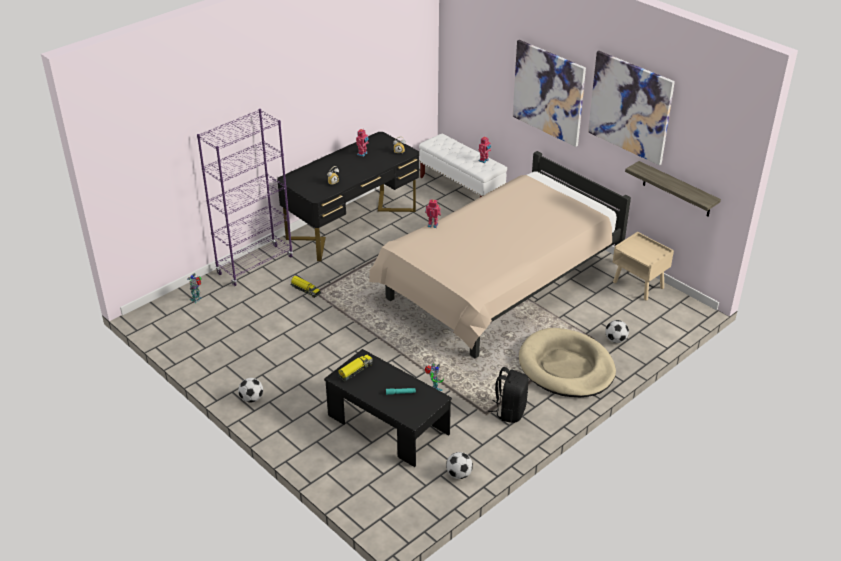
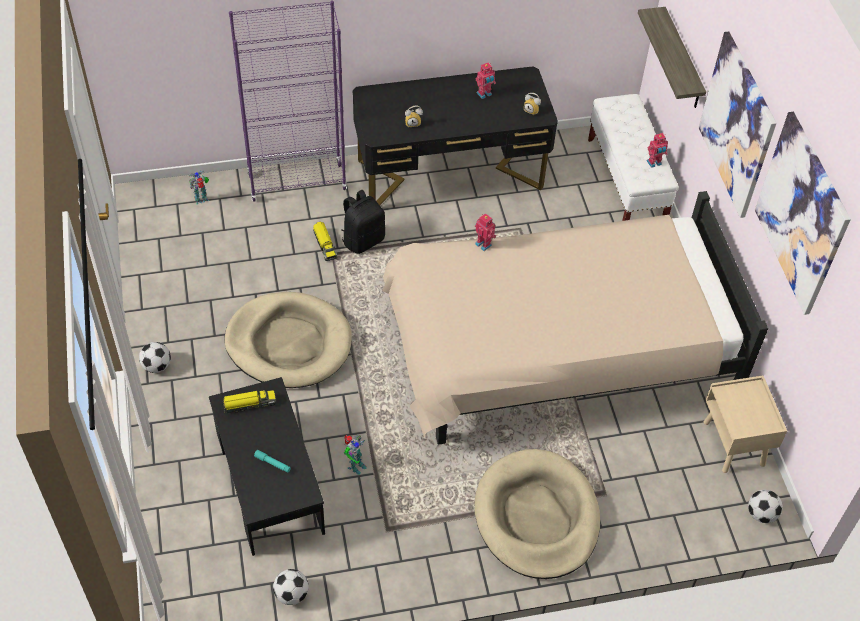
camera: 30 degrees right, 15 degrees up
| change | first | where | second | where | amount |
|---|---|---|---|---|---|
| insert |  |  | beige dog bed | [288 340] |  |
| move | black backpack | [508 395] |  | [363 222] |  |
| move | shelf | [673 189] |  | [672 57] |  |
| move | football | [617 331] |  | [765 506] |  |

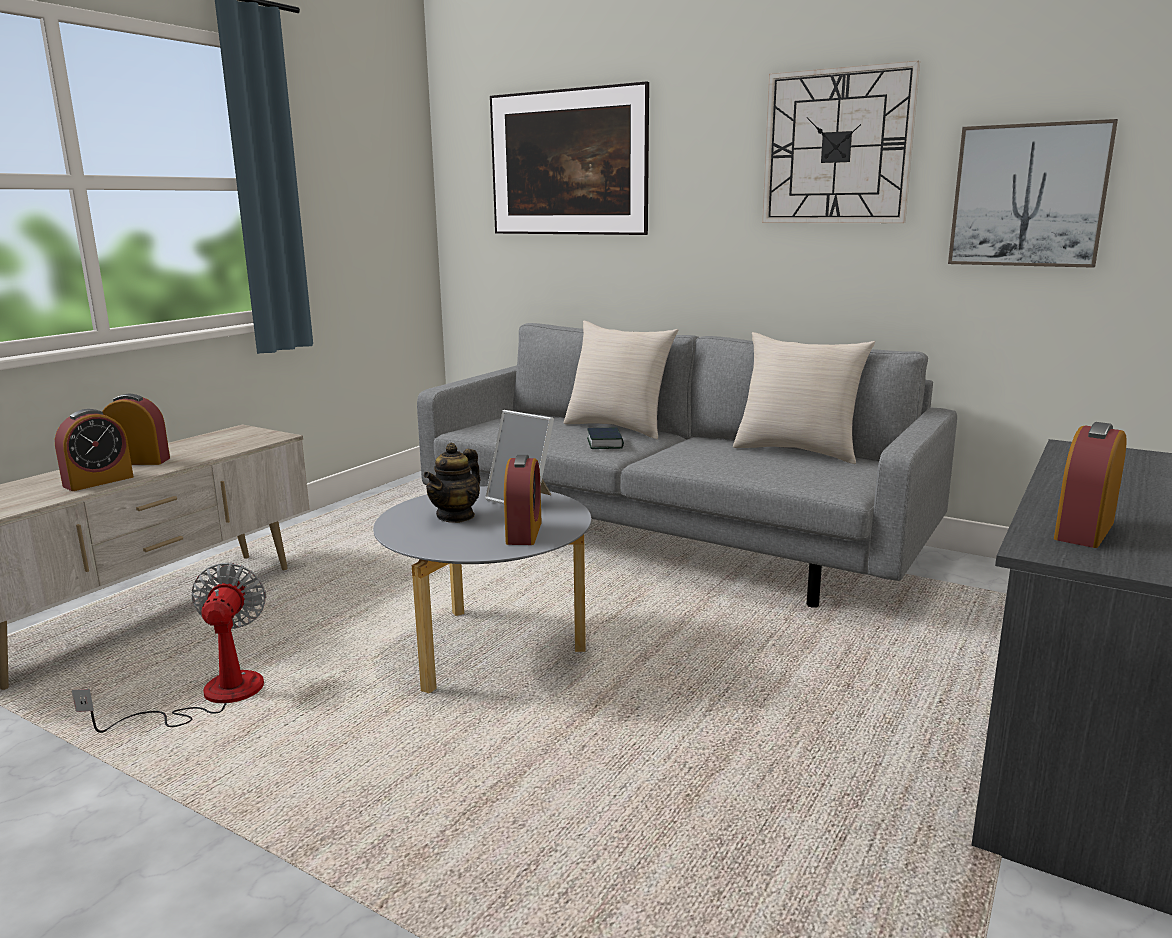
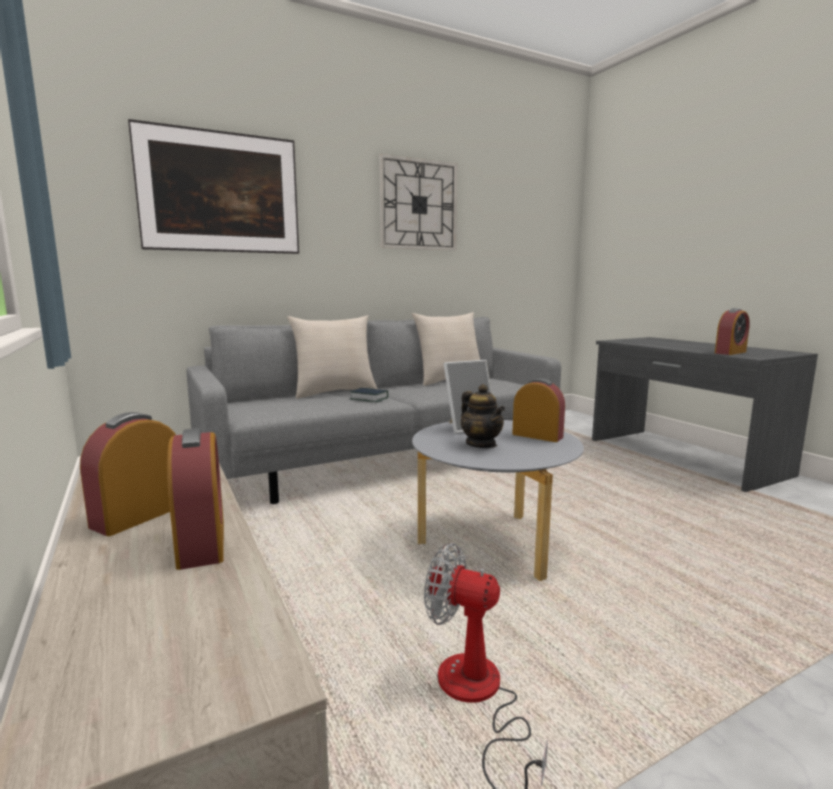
camera: 60 degrees left, 5 degrees down
| change | first | where | second | where | amount |
|---|---|---|---|---|---|
| rotate | alarm clock | [1090 485] |  | [732 331] | 105 degrees counterclockwise |
| delete | picture | [1033 193] |  |  |  |

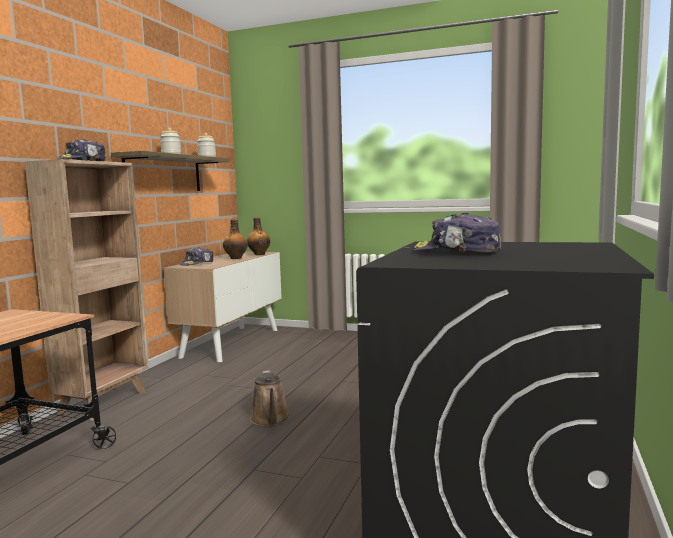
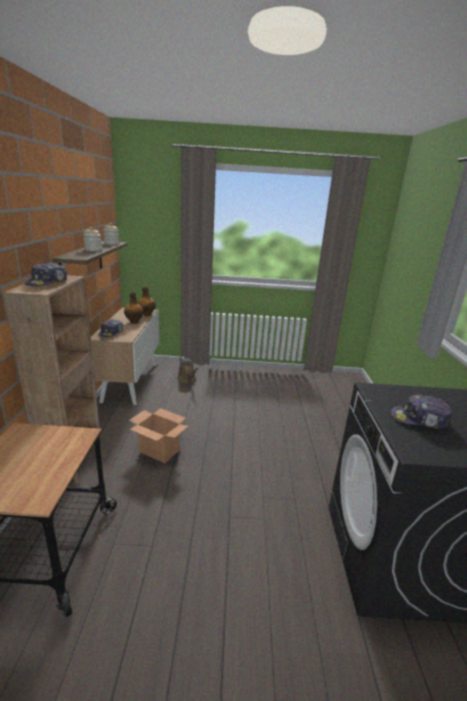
camera: 20 degrees left, 15 degrees up
| change | first | where | second | where | amount |
|---|---|---|---|---|---|
| insert |  |  | cardboard box | [158 435] |  |
| move | brown watering can | [270 398] |  | [187 370] |  |

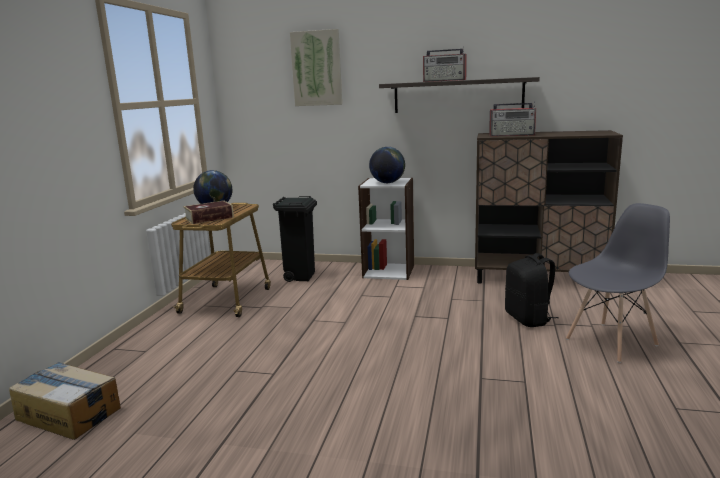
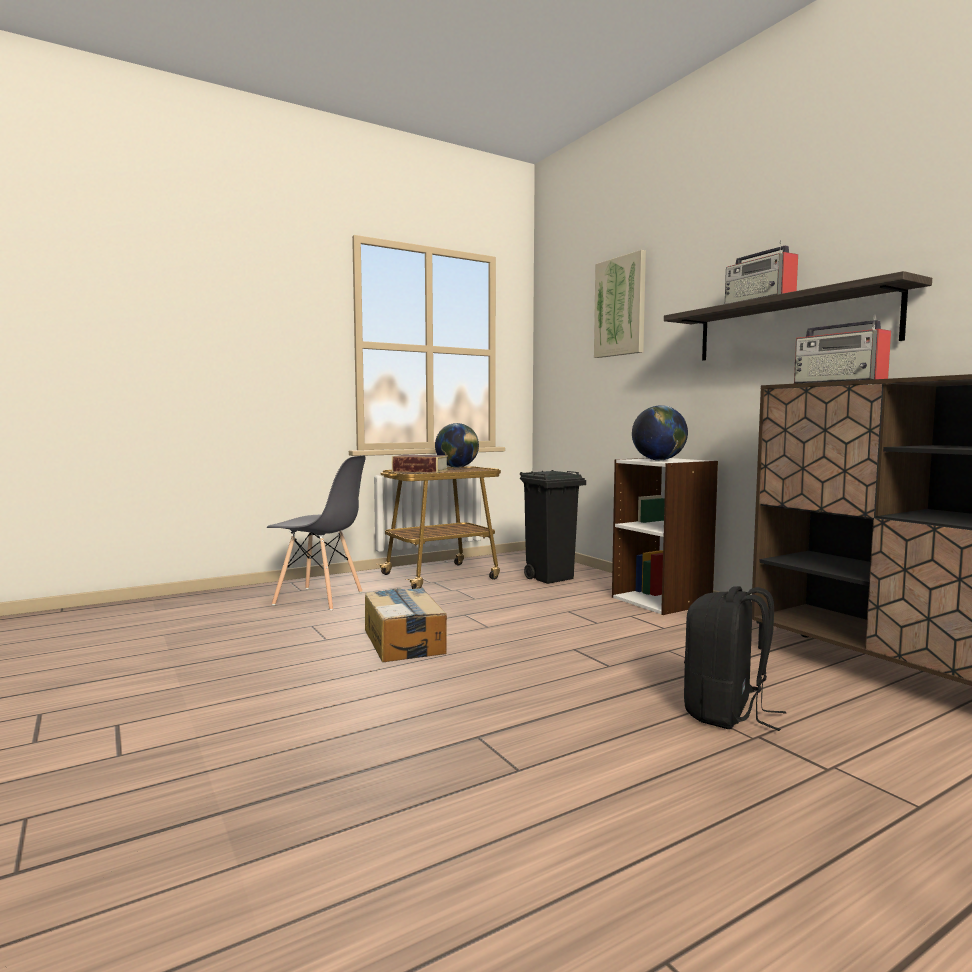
camera: 45 degrees right, 10 degrees down
| change | first | where | second | where | amount |
|---|---|---|---|---|---|
| move | grey chair | [618 283] |  | [316 532] |  |
| move | cardboard box | [65 401] |  | [406 625] |  |

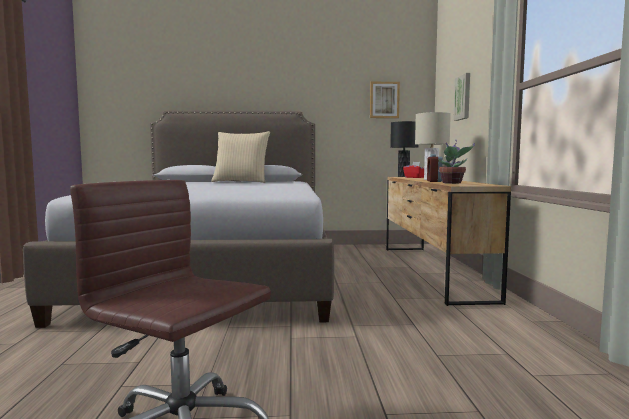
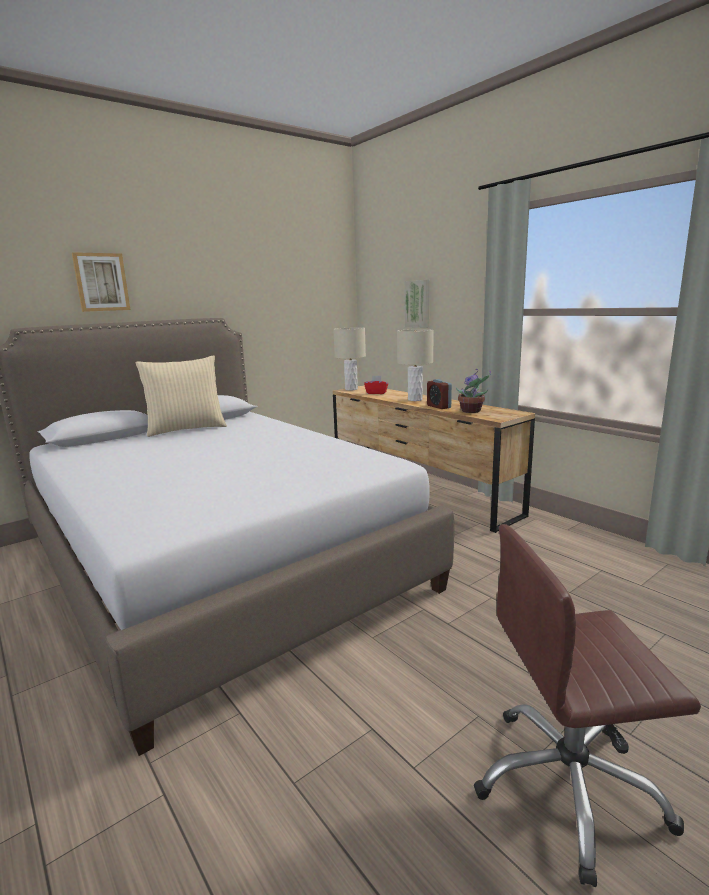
camera: 35 degrees left, 10 degrees up
| change | first | where | second | where | amount |
|---|---|---|---|---|---|
| move | picture | [385 100] |  | [101 282] |  |
| recolor | black table lamp | [404 149] | beige table lamp | [349 358] |  |

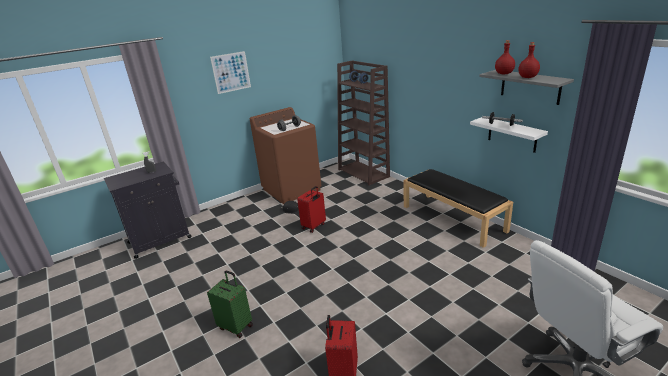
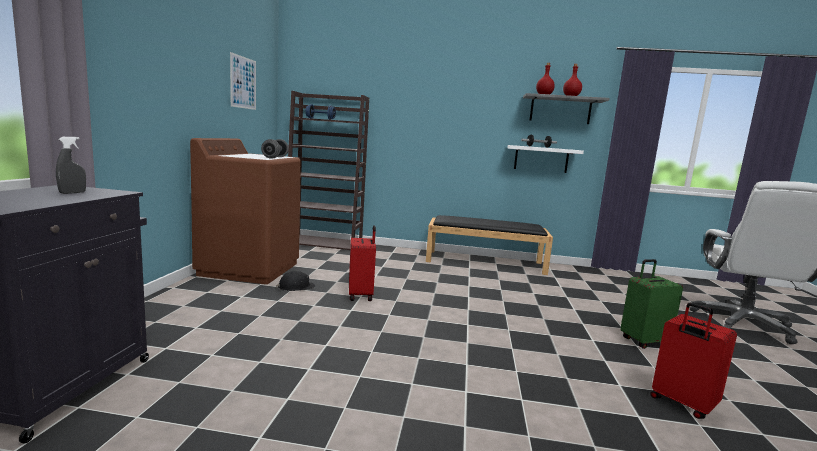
camera: 50 degrees left, 15 degrees down
| change | first | where | second | where | amount |
|---|---|---|---|---|---|
| move | picture | [230 72] |  | [243 81] |  |
| move | green suitcase | [230 304] |  | [651 304] |  |

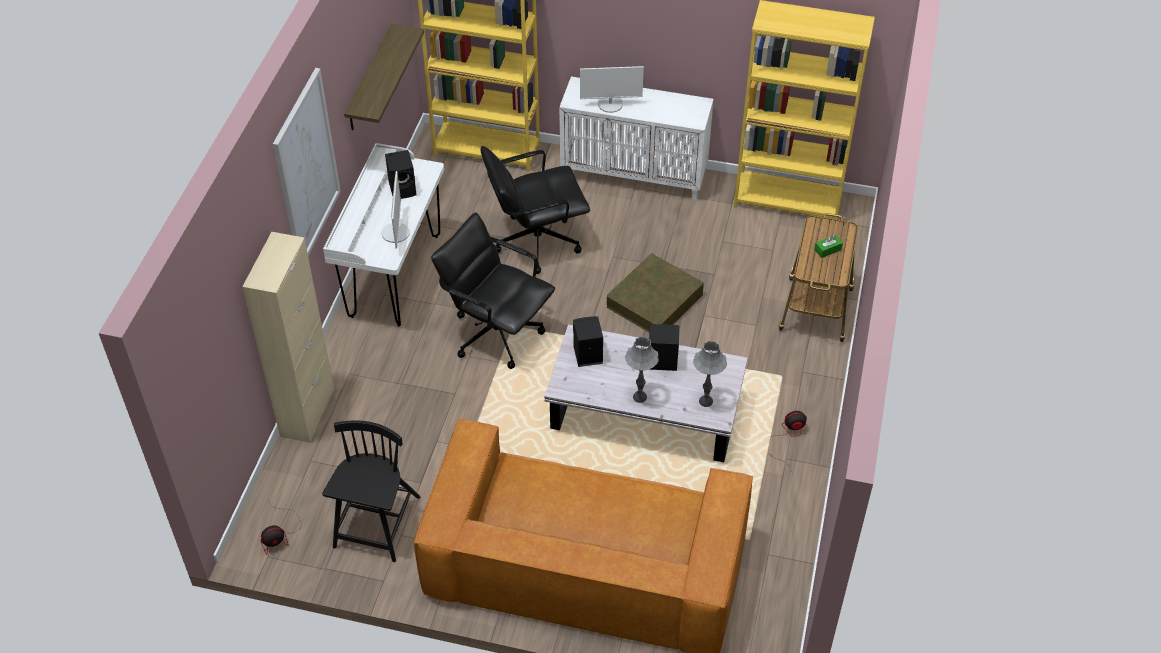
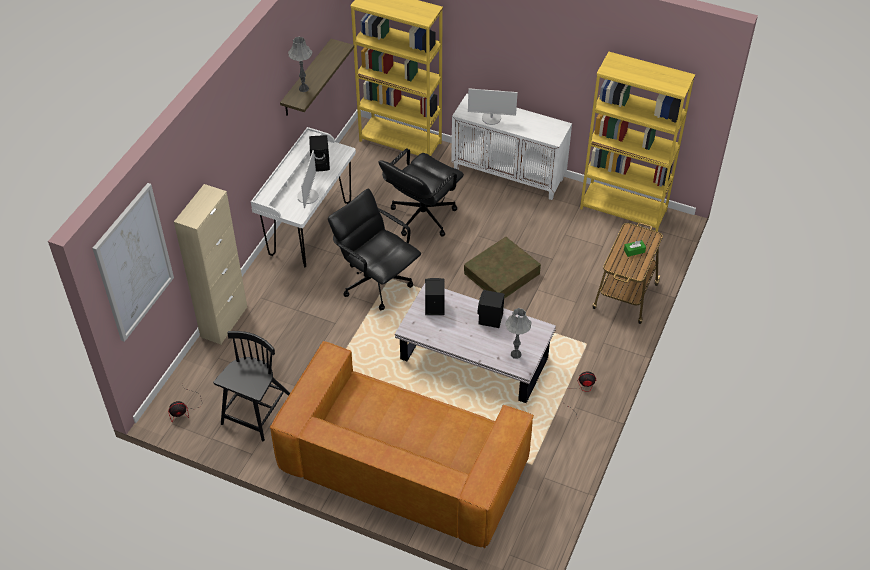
camera: 10 degrees right, 0 degrees up
| change | first | where | second | where | amount |
|---|---|---|---|---|---|
| move | picture | [307 162] |  | [133 262] |  |
| move | grey table lamp | [642 369] |  | [300 64] |  |
| rotate | black office chair | [535 210] |  | [421 193] | 45 degrees counterclockwise |

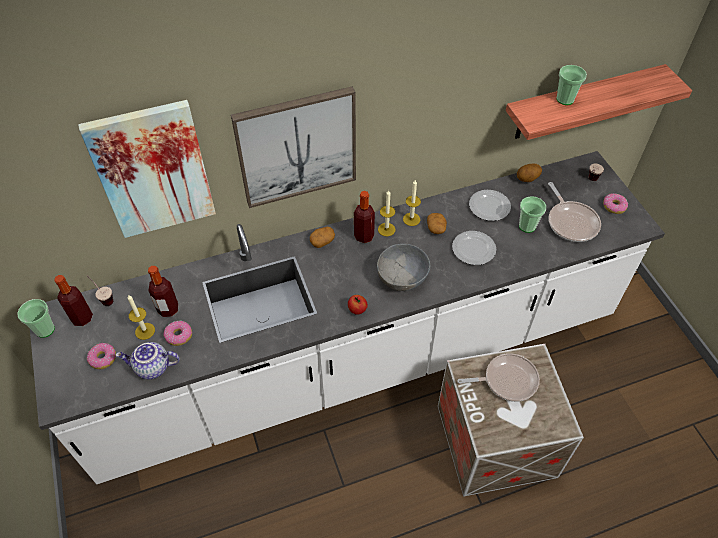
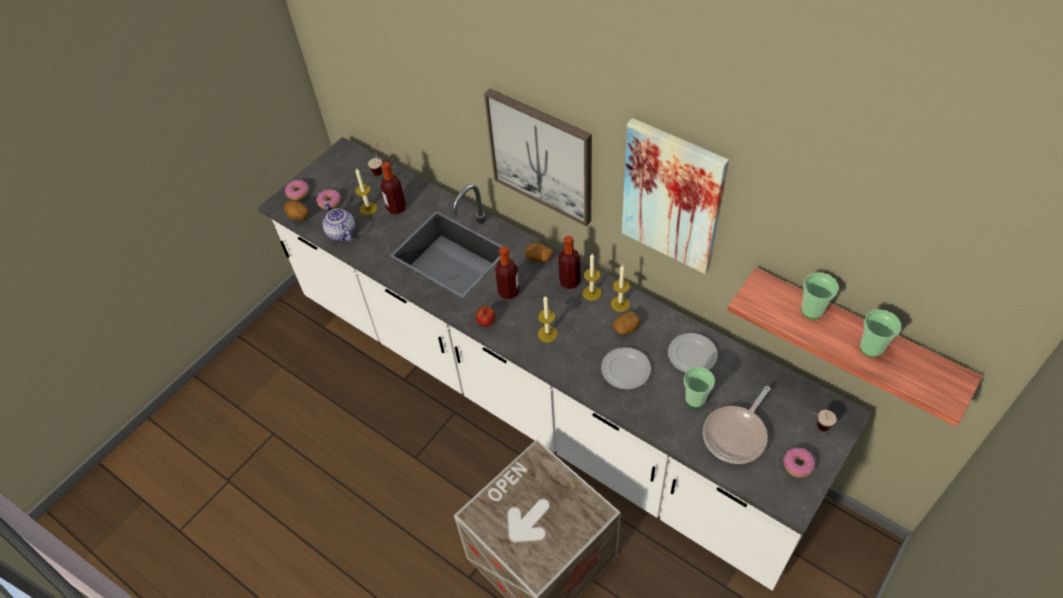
camera: 60 degrees right, 0 degrees up
| change | first | where | second | where | amount |
|---|---|---|---|---|---|
| move | potato | [529 173] |  | [296 210] |  |
| move | donut | [178 333] |  | [297 190] |  |
| move | bottle | [73 300] |  | [507 273] |  |
| replace | grey bowl | [403 267] | candle | [547 319] |  |
| move | picture | [147 169] |  | [675 196] |  |
| move | cup | [36 318] |  | [880 333] |  |
| delete | frying pan | [498 377] |  |  |  |

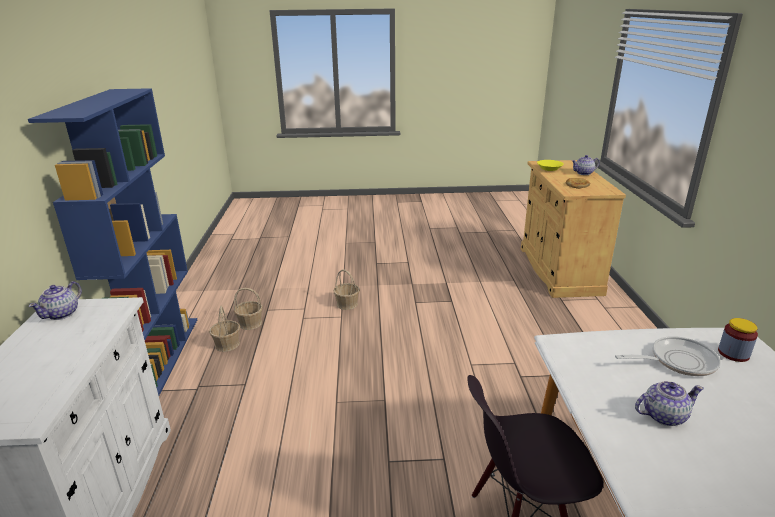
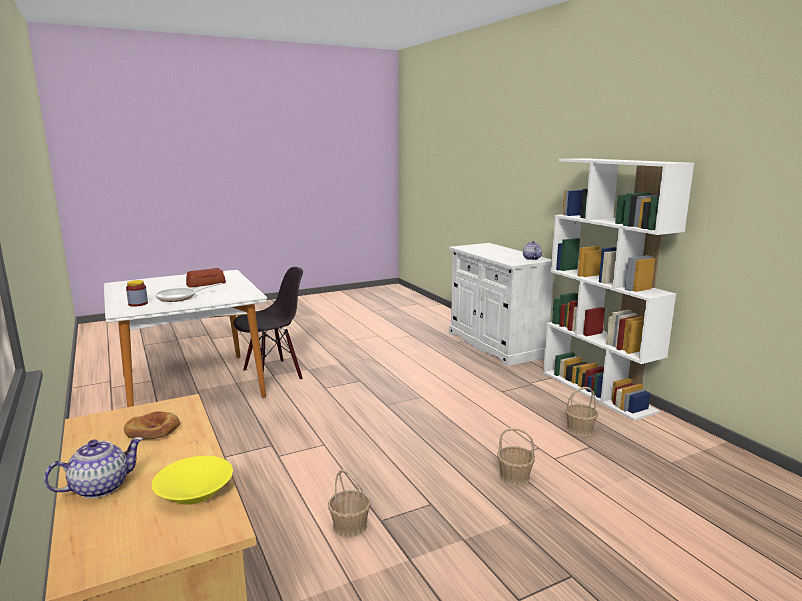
camera: 155 degrees right, 10 degrees down
| change | first | where | second | where | amount |
|---|---|---|---|---|---|
| replace | teapot | [669 403] | bread | [206 278] |  |
| move | basket | [224 328] |  | [349 503] |  |
| recolor | blue bookcase | [112 242] | white bookcase | [618 289] |  |

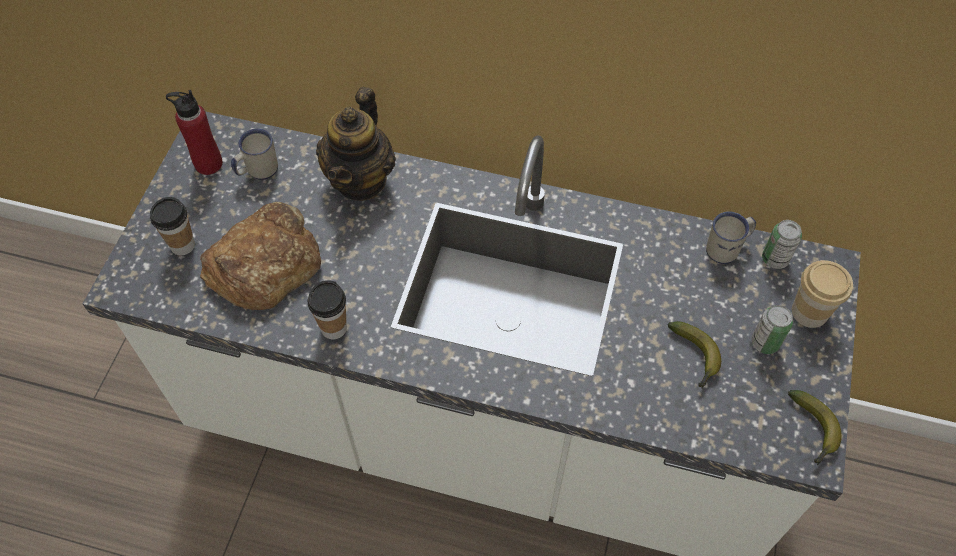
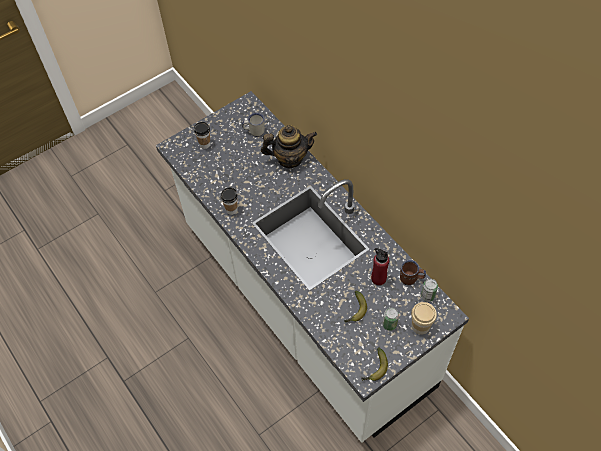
camera: 40 degrees right, 0 degrees up
| change | first | where | second | where | amount |
|---|---|---|---|---|---|
| rotate | teapot | [356 144] |  | [289 146] | 150 degrees counterclockwise |
| move | red bottle | [194 132] |  | [380 267] |  |
| recolor | white mug | [731 237] | brown mug | [413 272] |  |
| delete | bread | [260 256] |  |  |  |

